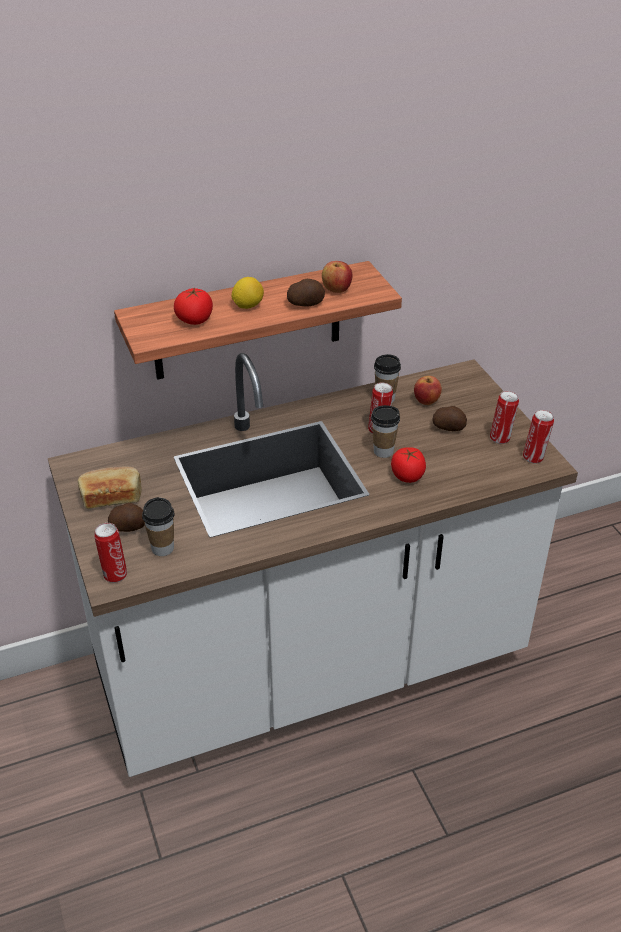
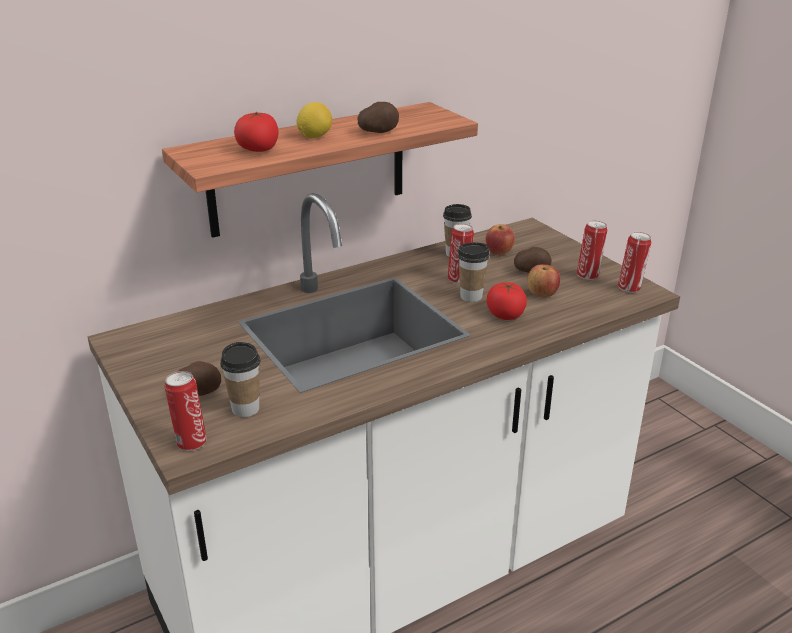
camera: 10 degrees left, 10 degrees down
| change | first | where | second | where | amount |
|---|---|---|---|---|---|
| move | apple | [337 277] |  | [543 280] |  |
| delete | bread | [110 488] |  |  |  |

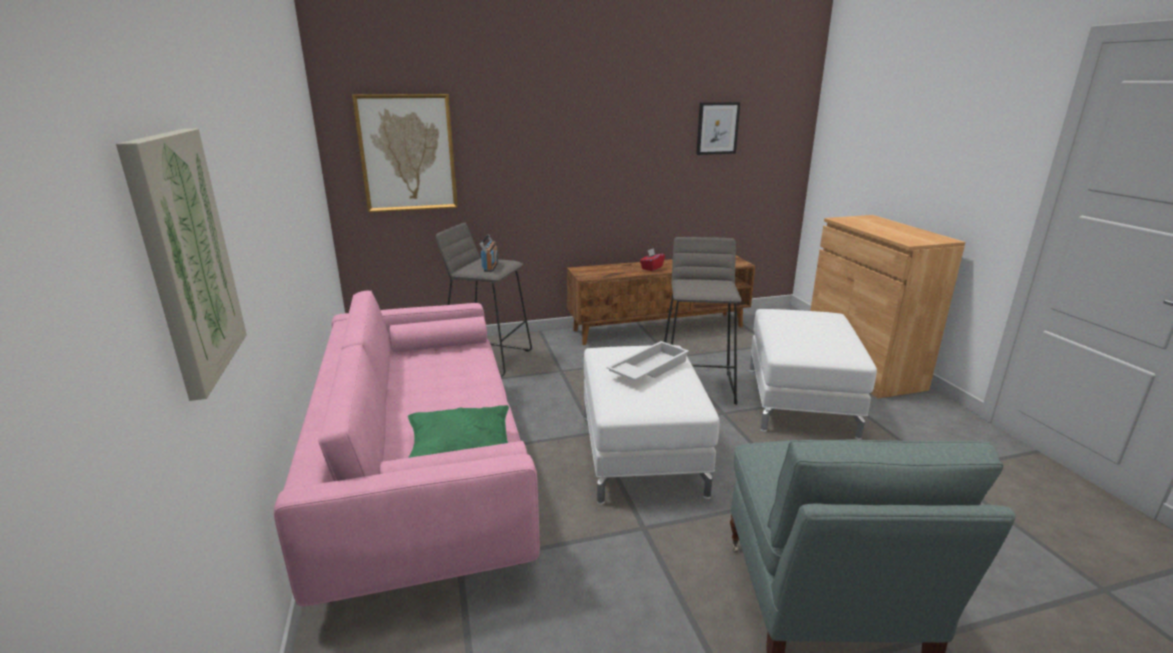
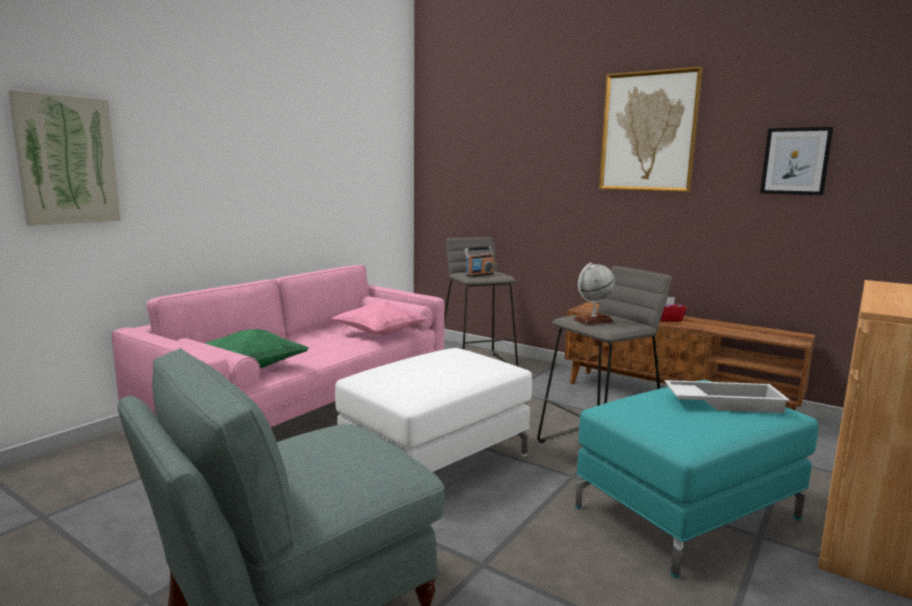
camera: 50 degrees right, 10 degrees down
| change | first | where | second | where | amount |
|---|---|---|---|---|---|
| insert |  |  | pink pillow | [379 318] |  |
| insert |  |  | globe | [594 294] |  |
| recolor | white ottoman | [813 374] | turquoise ottoman | [696 479] |  |
| move | picture | [405 153] |  | [651 129] |  |
| move | white tray | [647 361] |  | [727 396] |  |

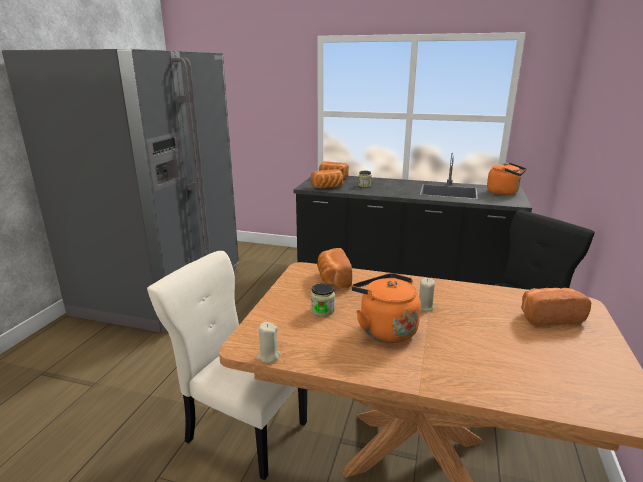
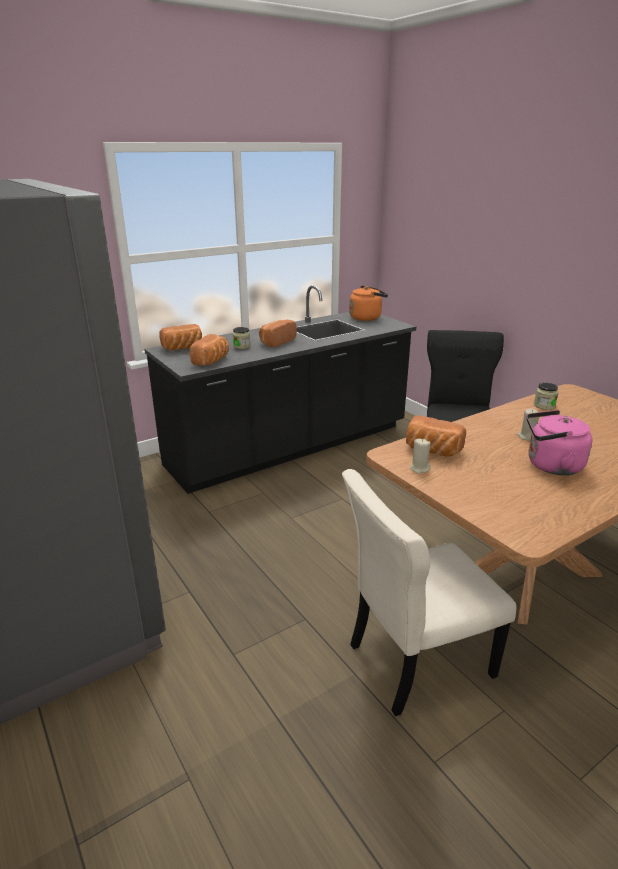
camera: 50 degrees left, 5 degrees up
| change | first | where | second | where | amount |
|---|---|---|---|---|---|
| move | bread | [556 306] |  | [278 333] |  |
| move | beige candle | [268 342] |  | [420 456] |  |
| recolor | orange kettle | [386 308] | pink kettle | [560 442] |  |
| move | jar | [323 300] |  | [546 396] |  |

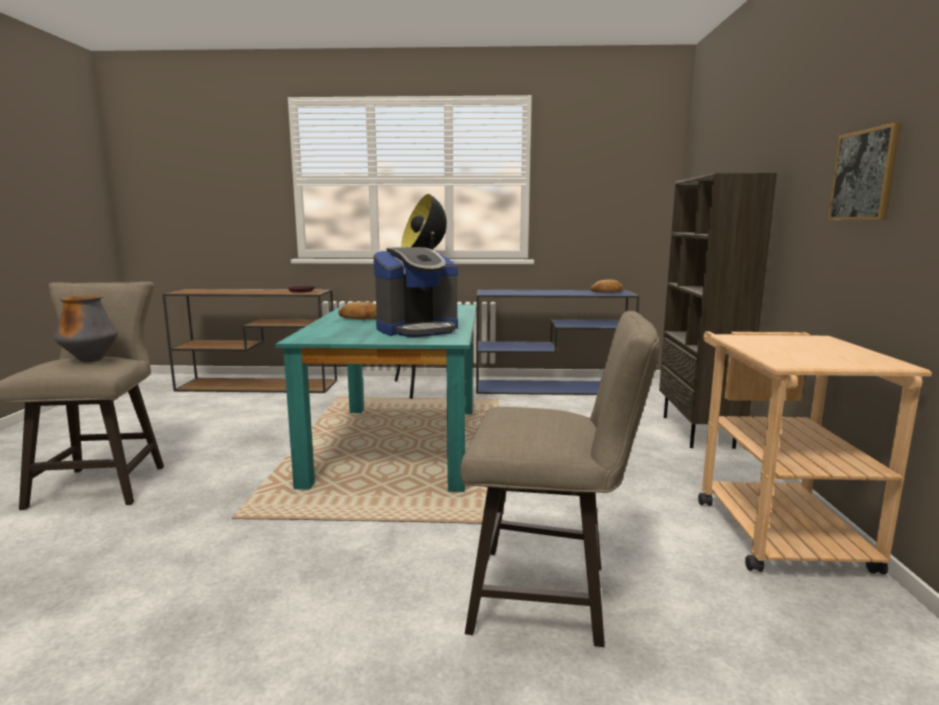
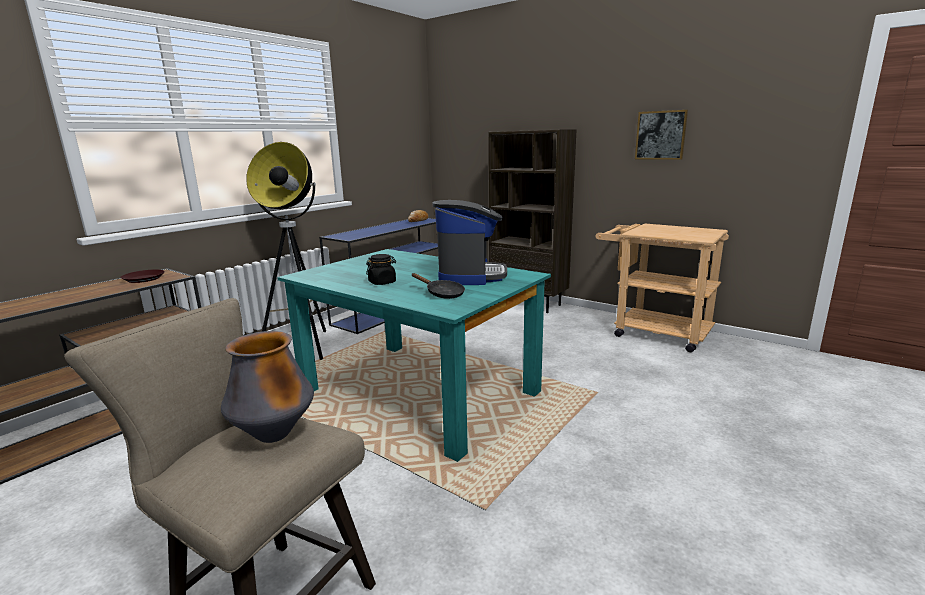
camera: 55 degrees left, 5 degrees up
| change | first | where | second | where | amount |
|---|---|---|---|---|---|
| replace | bread | [357 310] | black jar | [381 269] |  |
| insert |  |  | black frying pan | [438 286] |  |
| delete | beige stool | [560 479] |  |  |  |

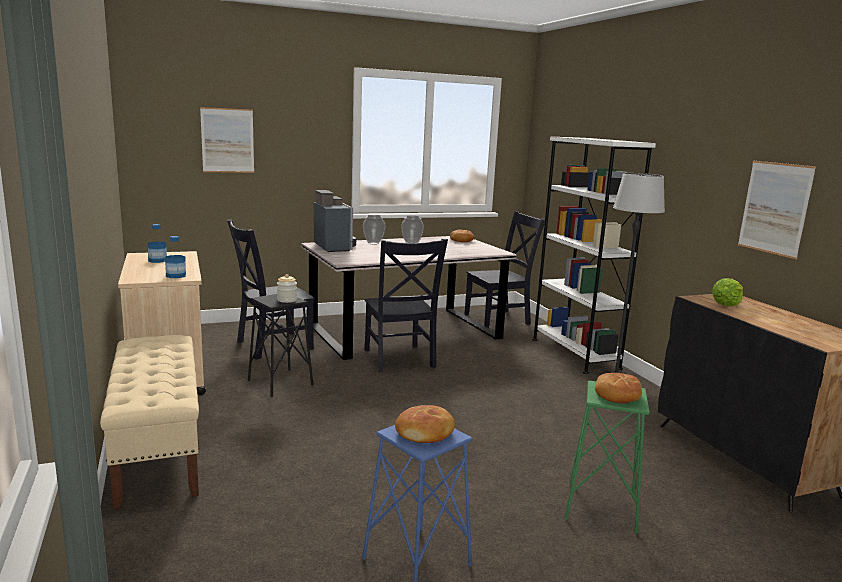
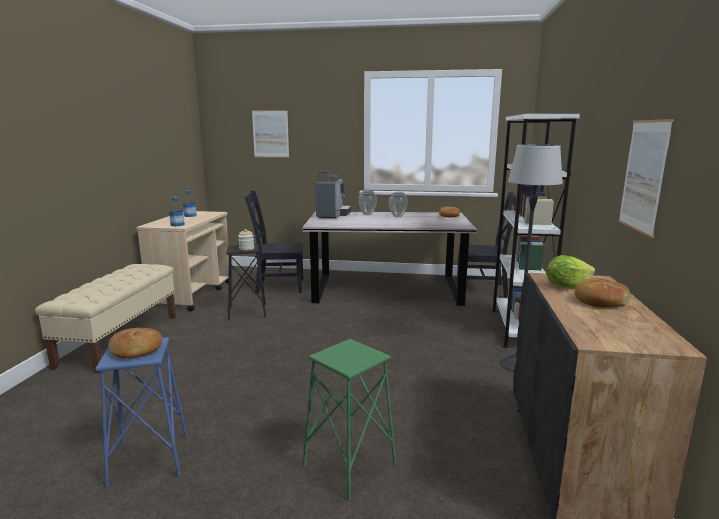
camera: 30 degrees right, 0 degrees up
| change | first | where | second | where | amount |
|---|---|---|---|---|---|
| move | bread | [618 388] |  | [603 292] |  |
| delete | black chair | [406 305] |  |  |  |

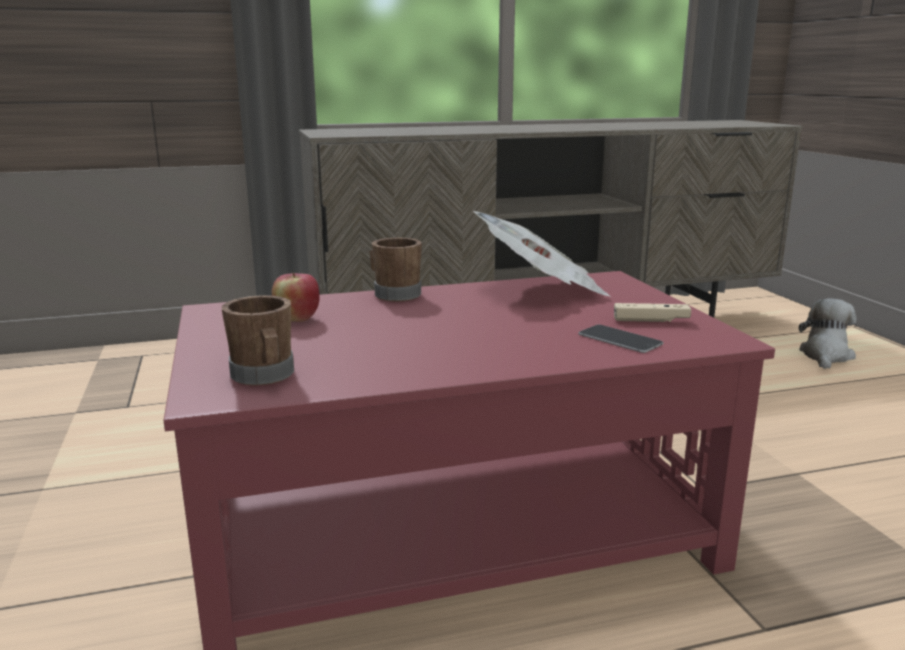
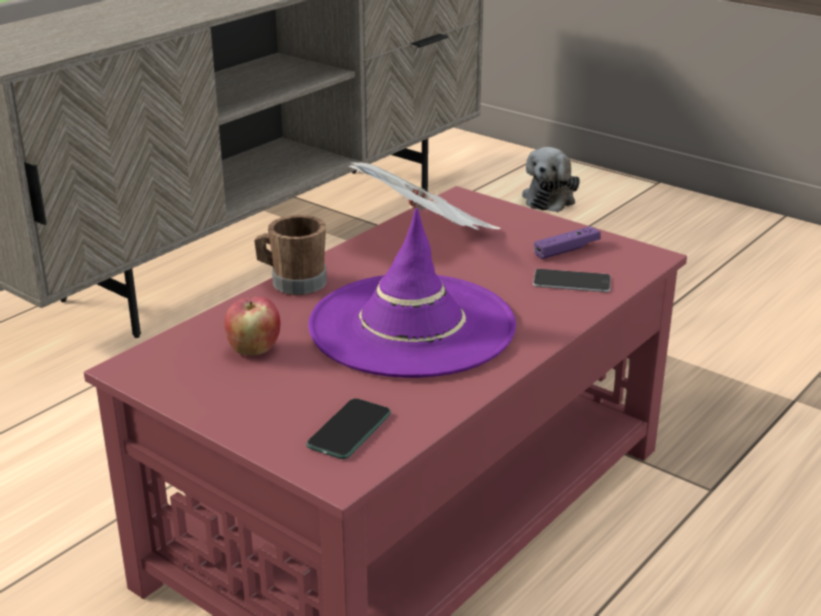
camera: 35 degrees left, 10 degrees up
| change | first | where | second | where | amount |
|---|---|---|---|---|---|
| replace | brown mug | [258 340] | phone | [348 428] |  |
| insert |  |  | purple hat | [412 292] |  |
| rotate | plush toy | [827 333] |  | [551 179] | 150 degrees counterclockwise |
| recolor | beige game controller | [652 312] | purple game controller | [567 242] |  |

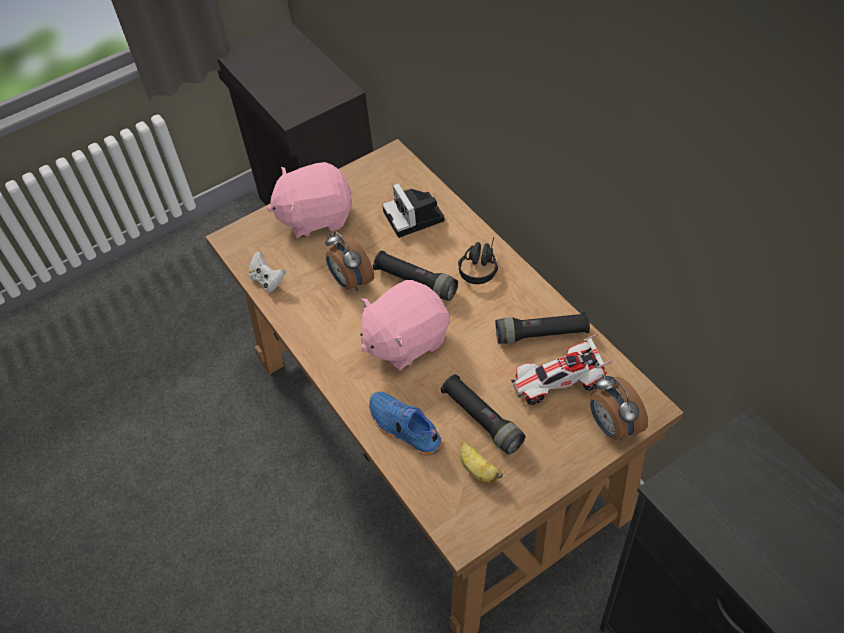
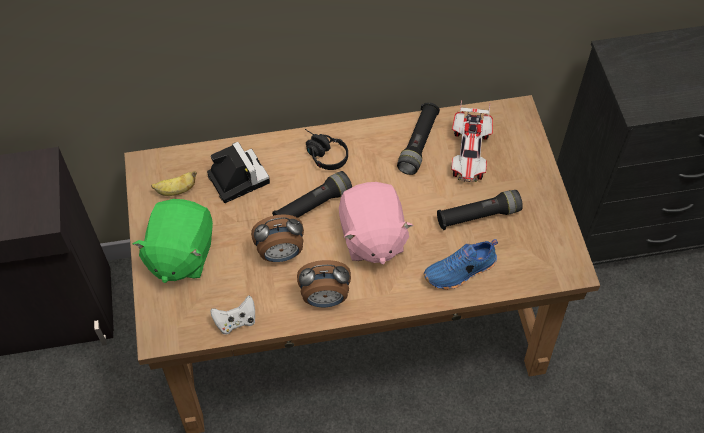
camera: 70 degrees left, 5 degrees up
| change | first | where | second | where | amount |
|---|---|---|---|---|---|
| recolor | pink plush toy | [309 200] | green plush toy | [173 241] |  |
| move | banana | [481 462] |  | [174 183] |  |
| rotate | photo camera | [413 210] |  | [238 172] | 120 degrees counterclockwise |
| move | alarm clock | [619 407] |  | [324 283] |  |

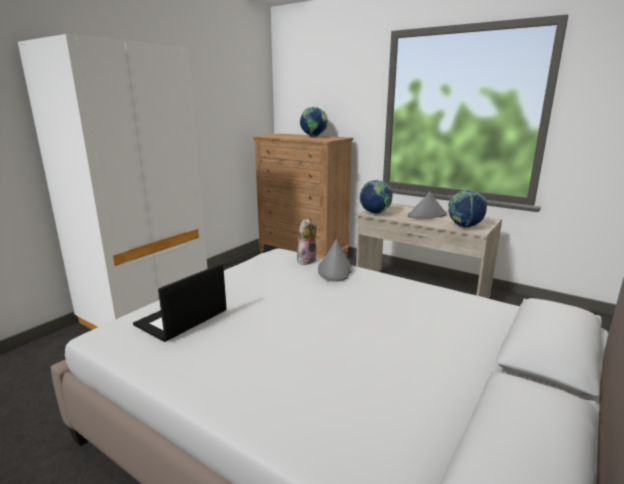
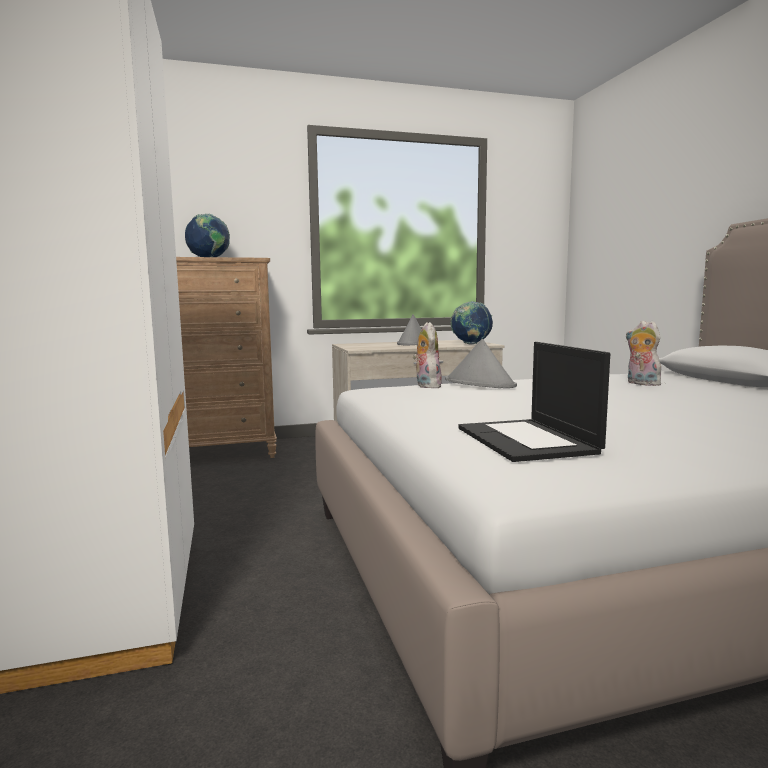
camera: 50 degrees left, 10 degrees down
| change | first | where | second | where | amount |
|---|---|---|---|---|---|
| insert |  |  | plush toy | [644 353] |  |
| delete | globe | [376 197] |  |  |  |

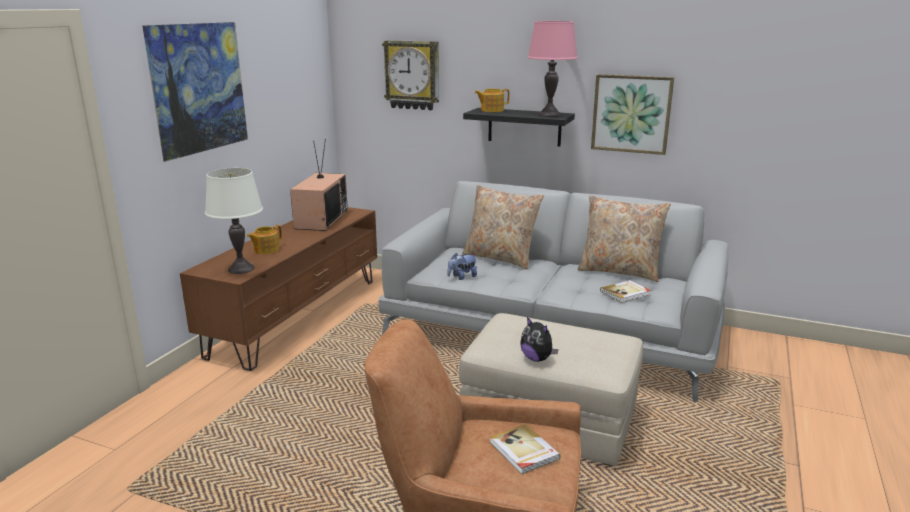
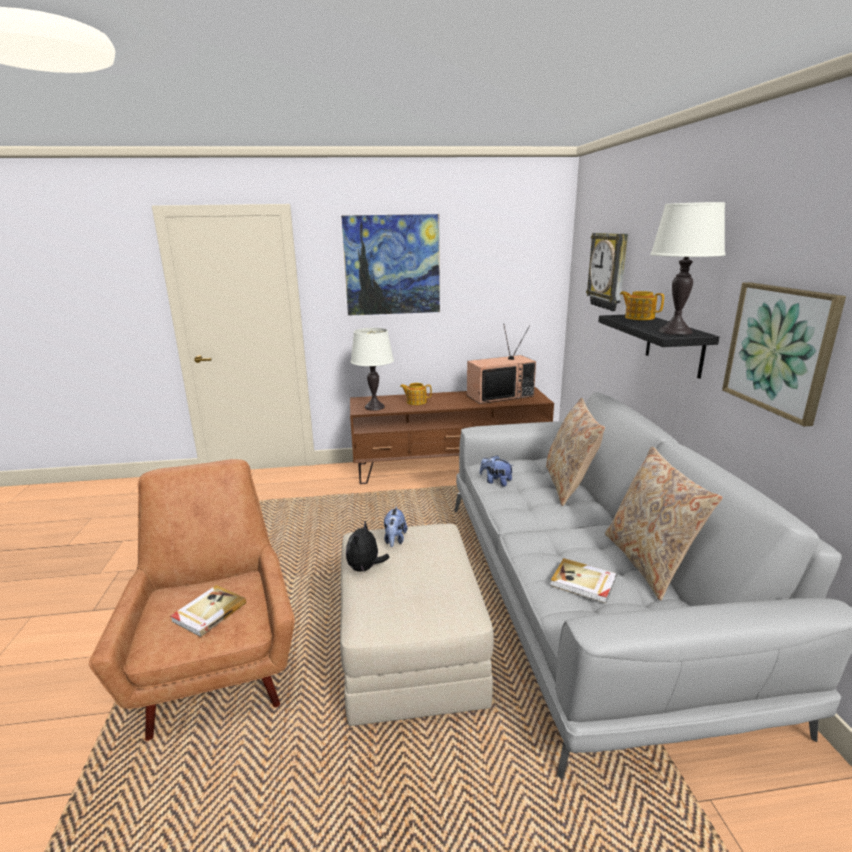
camera: 60 degrees right, 0 degrees up
| change | first | where | second | where | amount |
|---|---|---|---|---|---|
| insert |  |  | plush toy | [395 526] |  |
| recolor | pink table lamp | [552 69] | white table lamp | [688 268] |  |

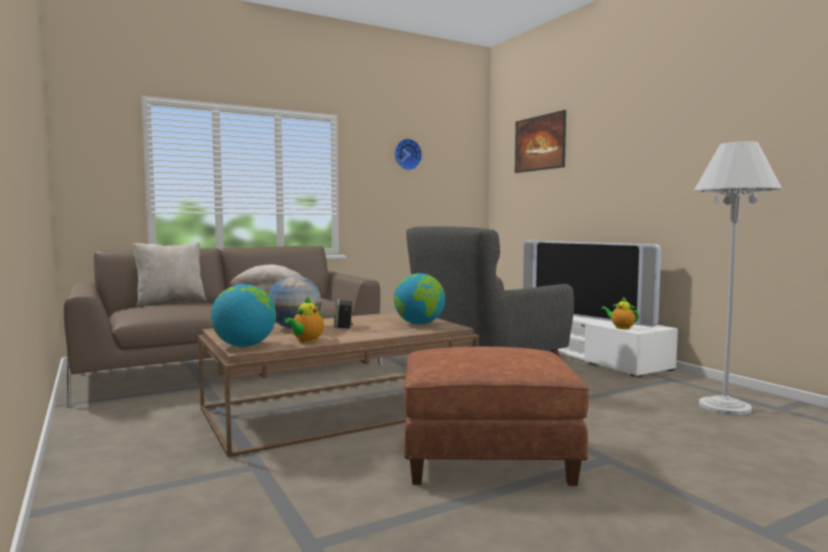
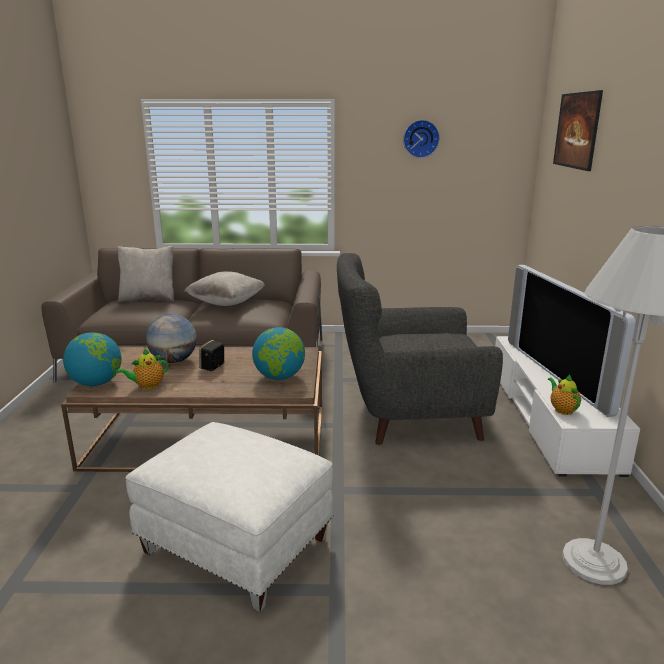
camera: 30 degrees right, 15 degrees up
| change | first | where | second | where | amount |
|---|---|---|---|---|---|
| recolor | brown ottoman | [496 416] | white ottoman | [229 517] |  |

